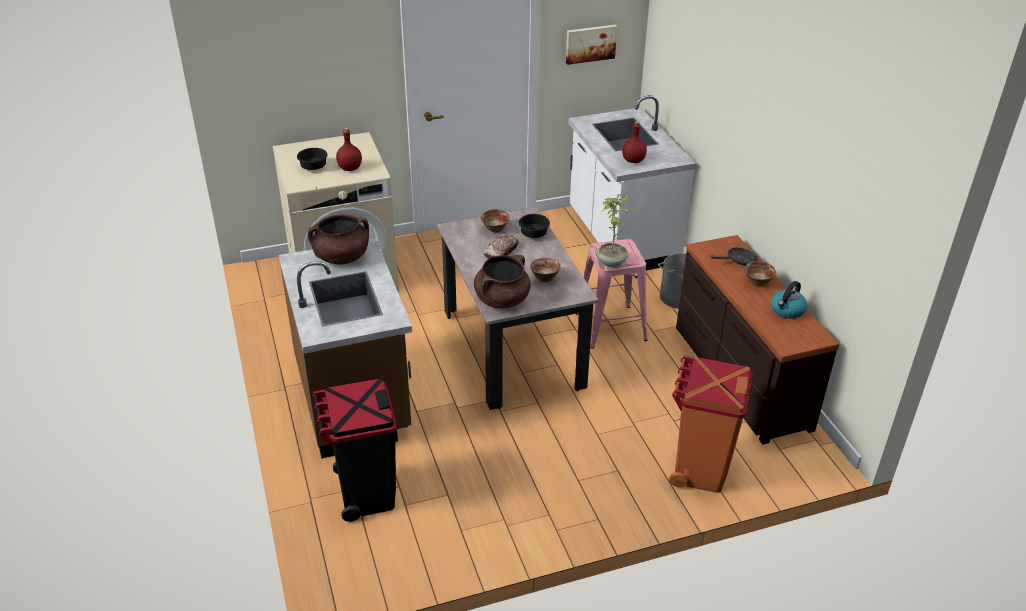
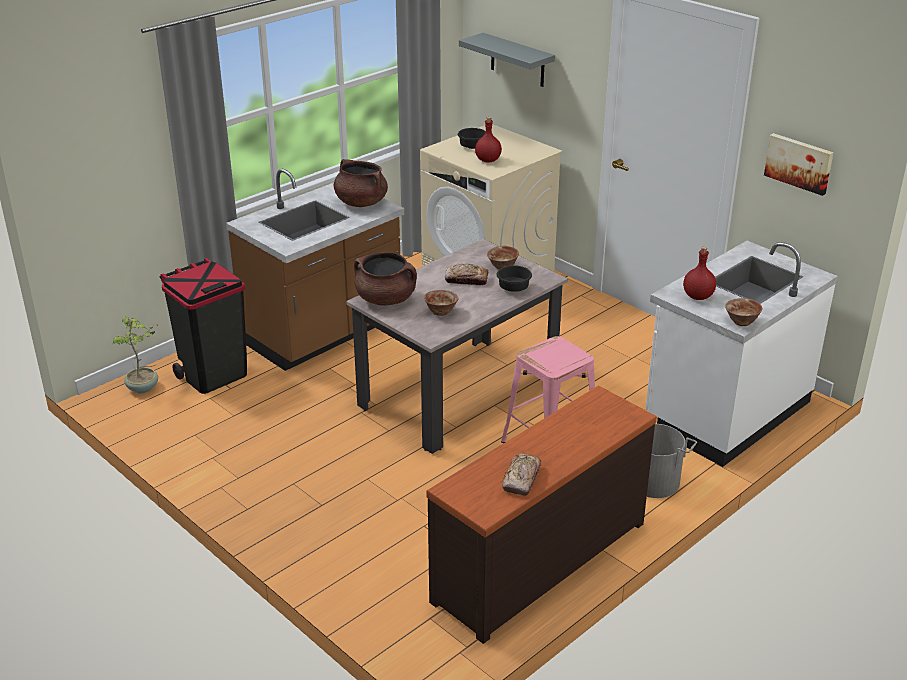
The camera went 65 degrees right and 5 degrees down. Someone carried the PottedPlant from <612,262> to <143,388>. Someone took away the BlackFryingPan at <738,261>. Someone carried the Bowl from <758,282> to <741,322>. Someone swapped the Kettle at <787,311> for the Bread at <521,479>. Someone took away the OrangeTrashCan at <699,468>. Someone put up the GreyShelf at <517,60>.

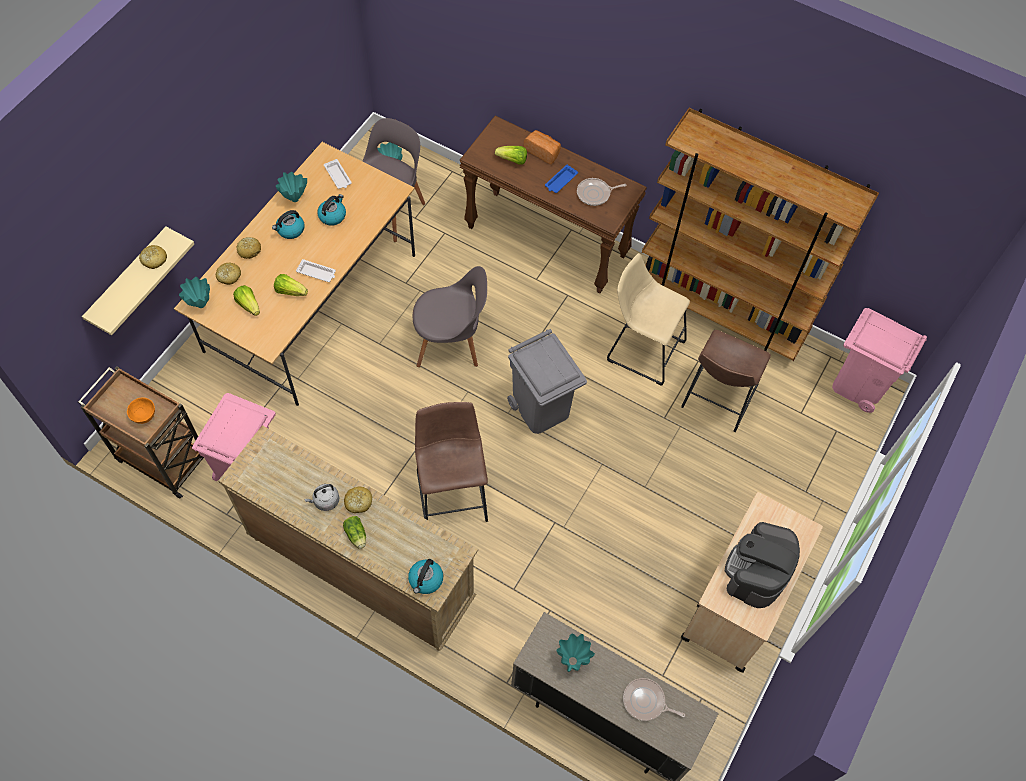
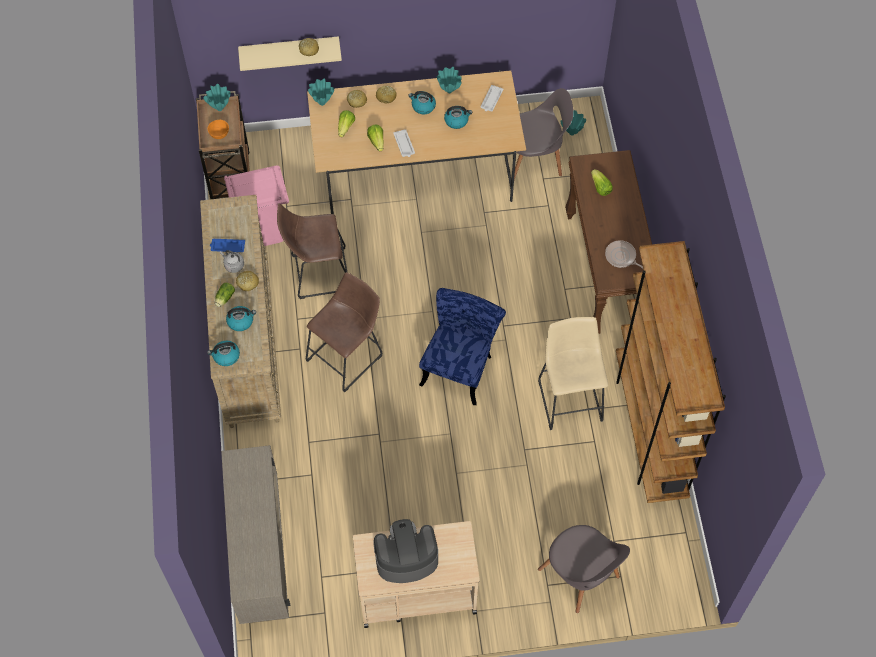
The camera went 55 degrees right and 0 degrees up. Someone took away the Bread at <543,151>. Someone carried the BlueTray from <560,181> to <227,247>. Someone carried the GreyChair from <451,342> to <580,576>. Someone took away the PinkTrashCan at <858,385>. Someone swapped the GreyTrashCan at <541,408> for the BlueChair at <460,365>. Someone carried the BrownStool from <716,400> to <317,273>. Someone carried the TurquoiseVase from <573,660> to <220,108>. Someone took away the FryingPan at <646,702>. Someone put down the Kettle at <241,321>.

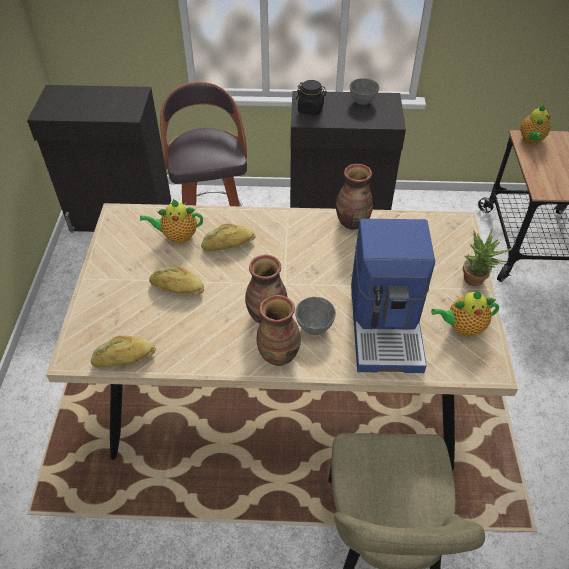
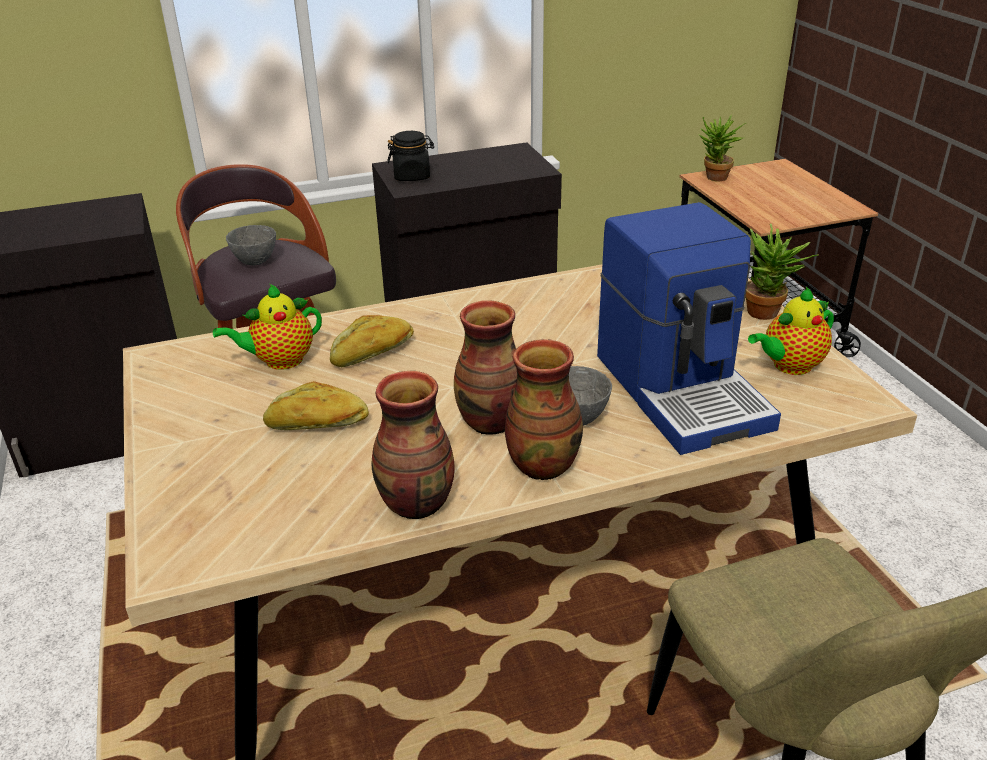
The camera went 20 degrees left and 15 degrees down. Someone carried the GreyBowl from <362,101> to <254,261>. Someone swapped the Teapot at <531,140> for the PottedPlant at <714,179>. Someone carried the Vase from <353,222> to <418,504>. Someone took away the Bread at <124,359>.

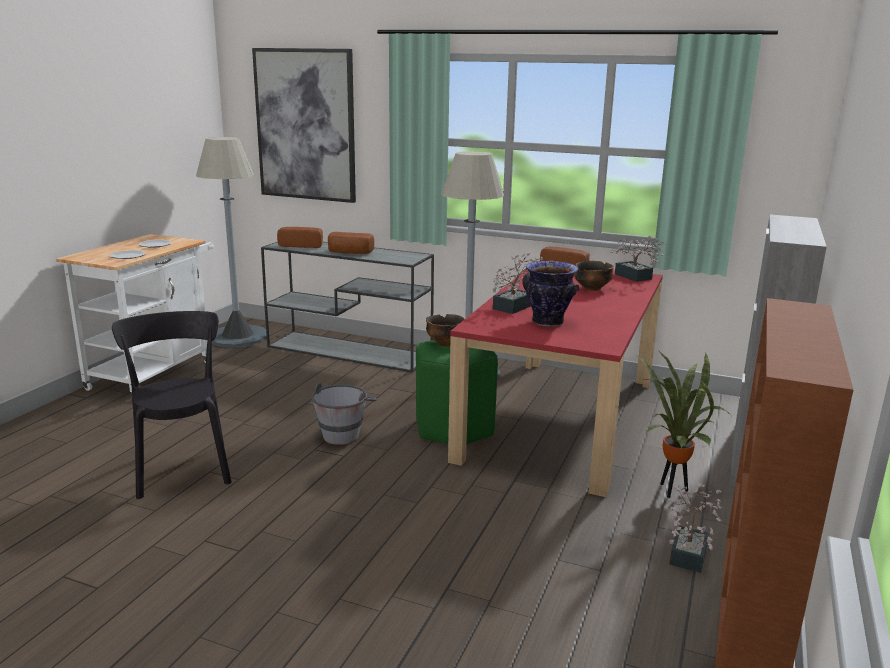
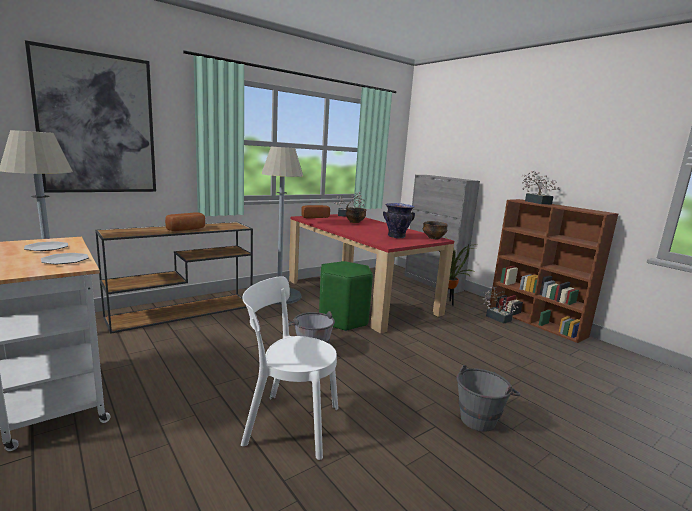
The camera went 60 degrees left and 5 degrees down. Someone took away the Bread at <302,245>. Someone repainted the GreyConsoleTable at <350,351>, which became the BrownConsoleTable at <183,311>. Someone carried the PottedPlant from <516,306> to <536,202>. Someone repainted the BlackChair at <182,467>, which became the WhiteChair at <288,424>. Someone carried the Bowl from <445,343> to <433,238>. Someone put down the GreyBucket at <481,417>.

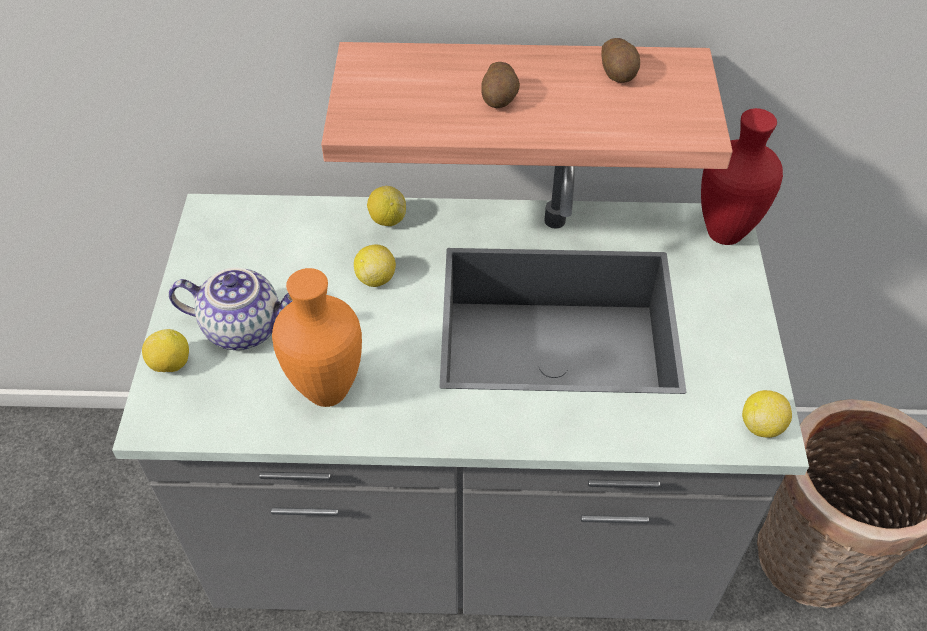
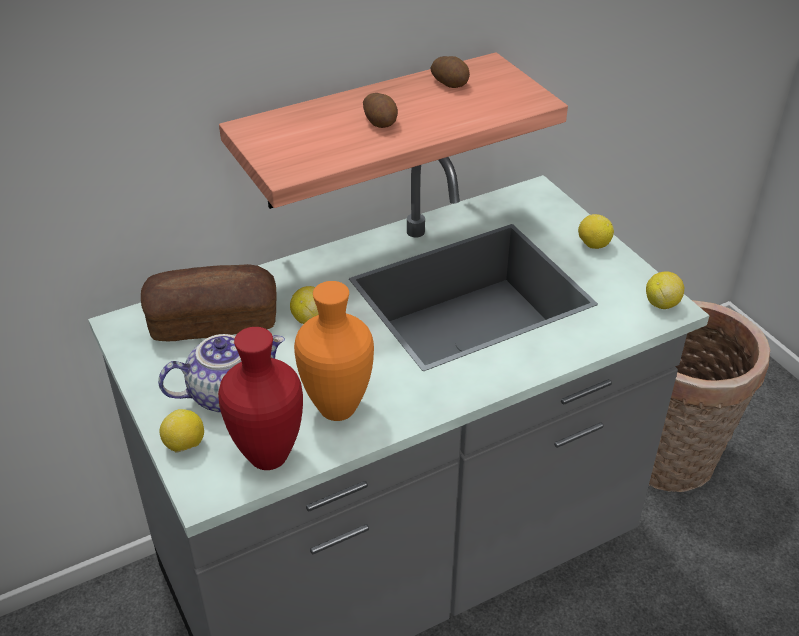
The camera went 30 degrees left and 10 degrees down. Someone carried the RedVase from <726,233> to <270,455>. Someone carried the Lemon from <387,219> to <593,245>. Someone put down the Bread at <213,322>.

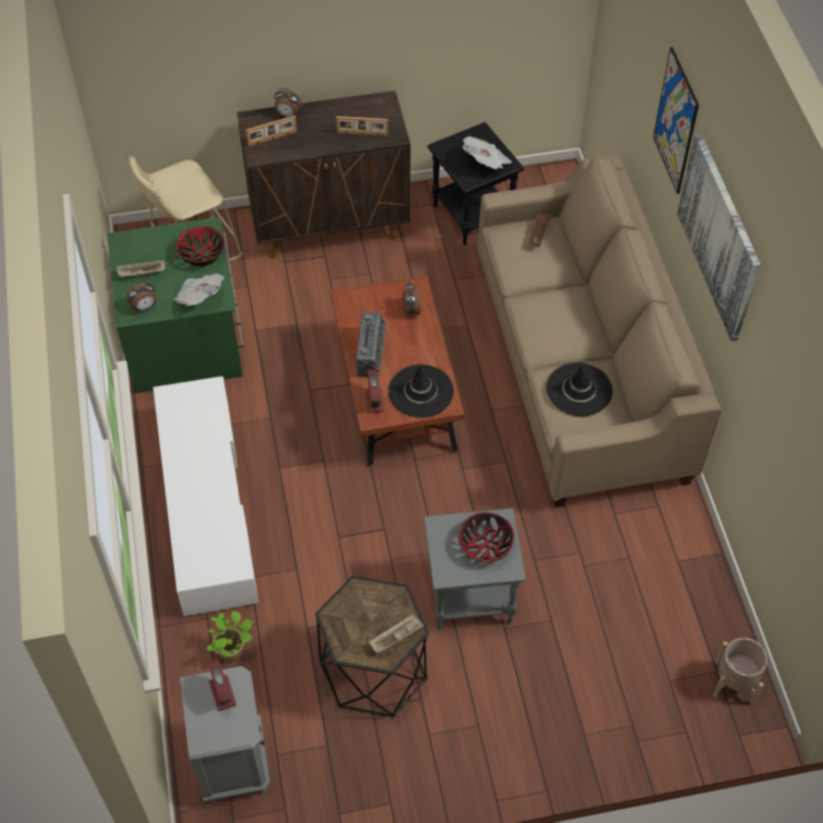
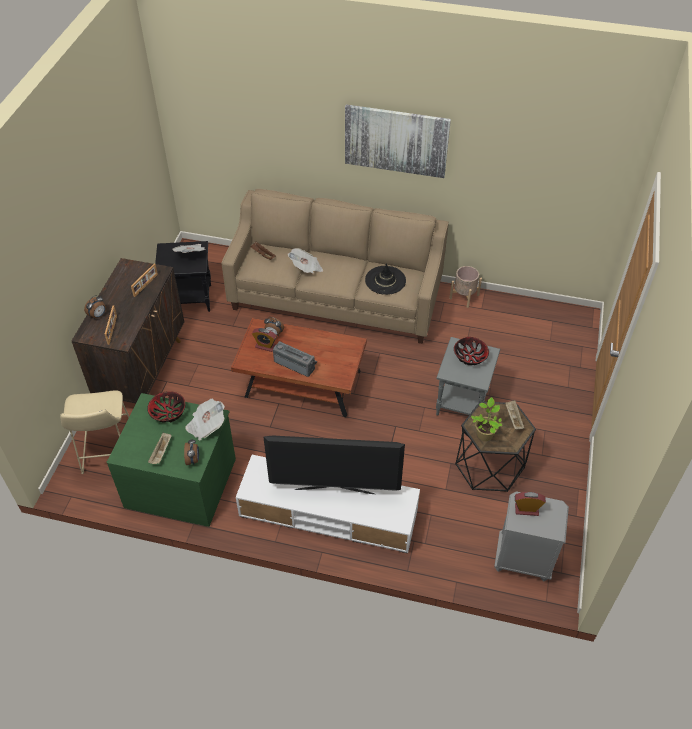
The camera went 65 degrees left and 5 degrees down. Someone took away the Picture at <676,121>. Someone took away the BlackHat at <421,391>. Someone carried the AlarmClock from <374,400> to <265,346>. Someone carried the PottedPlant from <232,651> to <484,433>. Someone carried the BeigePlanter from <734,682> to <464,296>. Someone put down the Newspaper at <306,268>. Someone put down the Television at <334,490>.

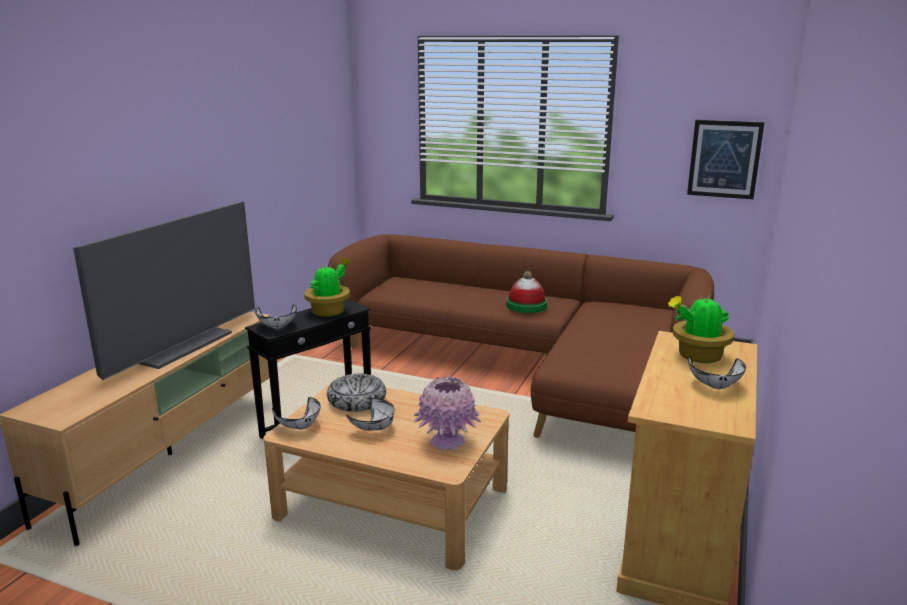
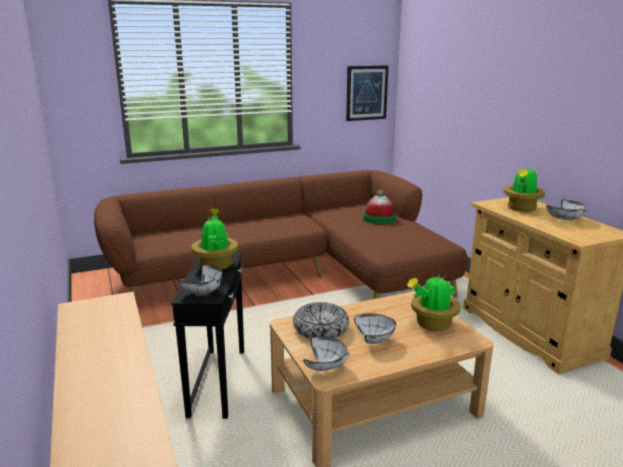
The camera went 45 degrees left and 0 degrees up. Someone took away the Television at <180,345>. Someone carried the Hat from <526,305> to <379,218>. Someone swapped the PinkVase at <447,441> for the PottedPlant at <432,324>.

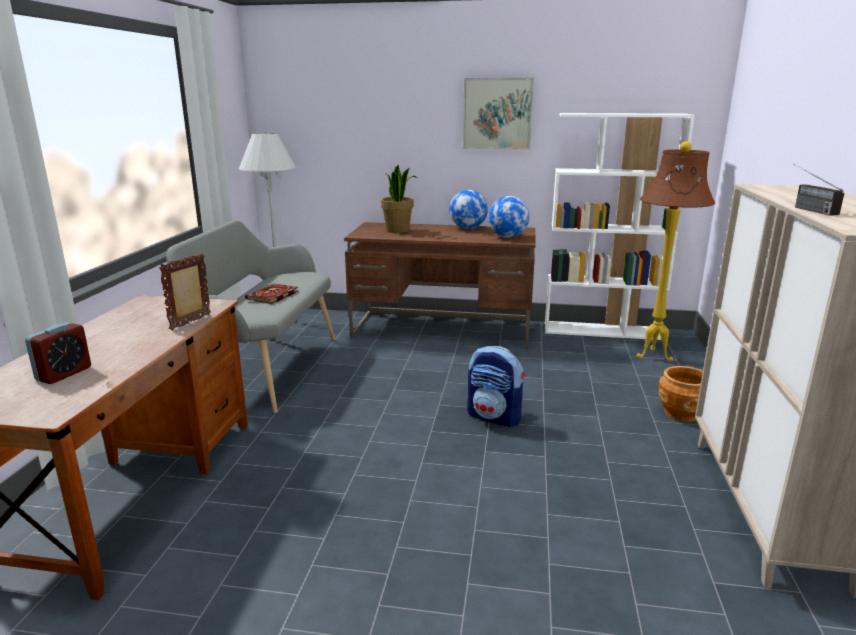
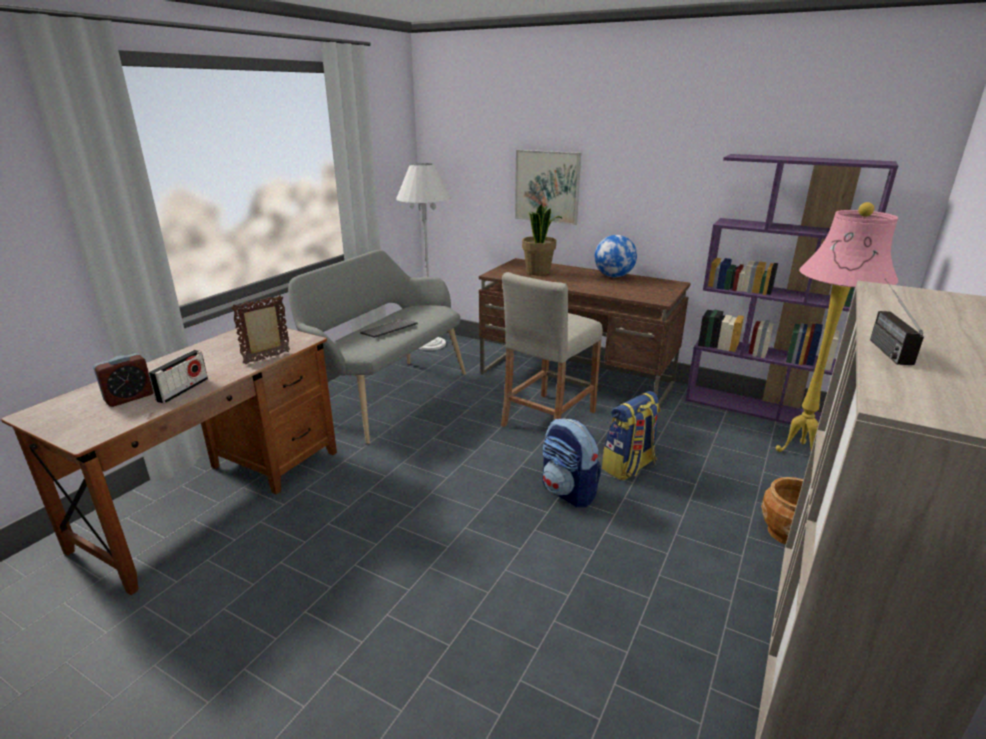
The camera went 20 degrees right and 5 degrees up. Someone carried the Picture from <497,114> to <547,186>. Someone repainted the WhiteBookcase at <602,330>, which became the PurpleBookcase at <754,407>. Someone repainted the BrownFloorLamp at <655,357>, which became the PinkFloorLamp at <800,452>. Someone took away the Globe at <508,237>. Someone swapped the Book at <272,296> for the Keyboard at <389,330>. Someone put down the BeigeStool at <548,418>. Someone put down the Radio at <183,390>. Someone put down the Backpack at <629,467>.

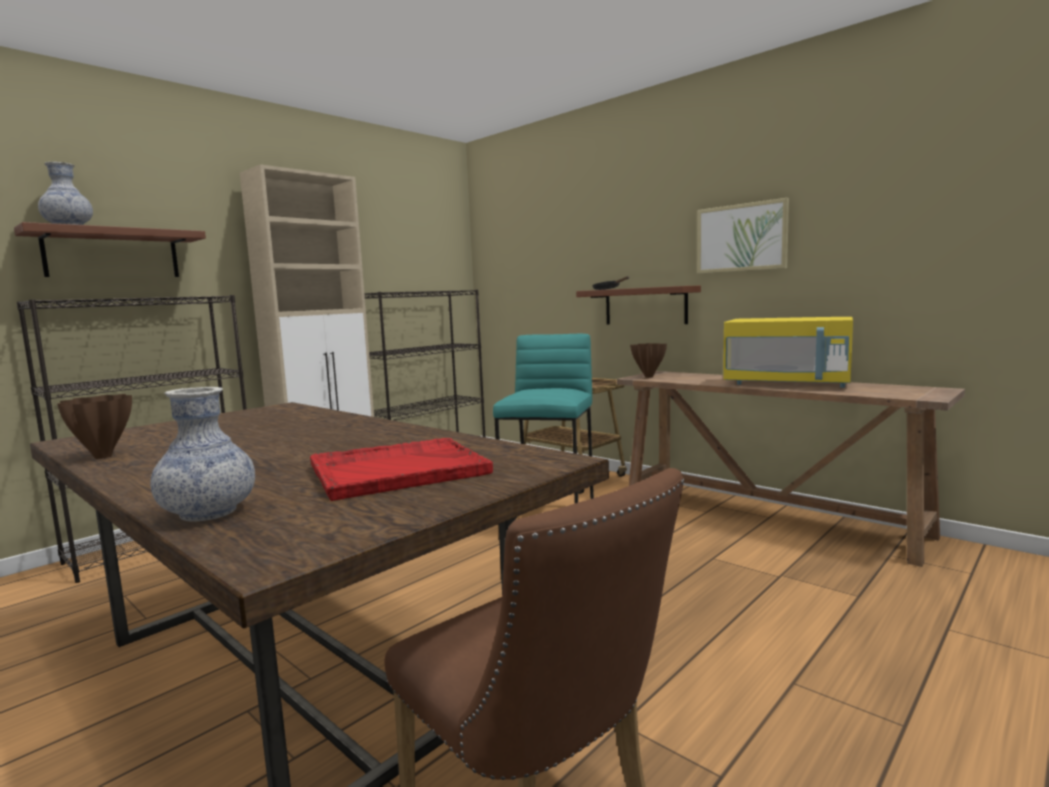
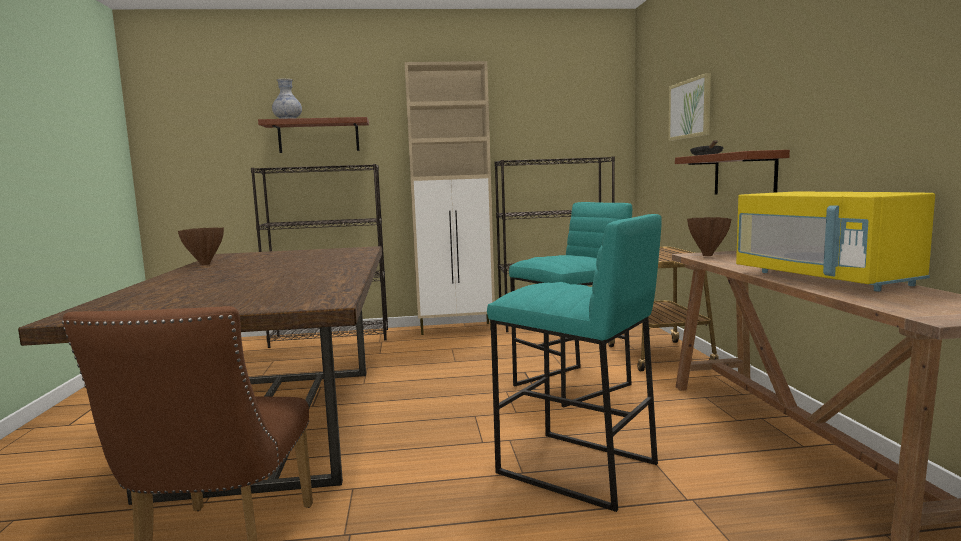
The camera went 40 degrees right and 0 degrees up. Someone carried the Picture from <741,238> to <690,109>. Someone took away the Vase at <208,513>. Someone took away the RedTray at <397,470>. Someone put down the TurquoiseStool at <576,468>.

